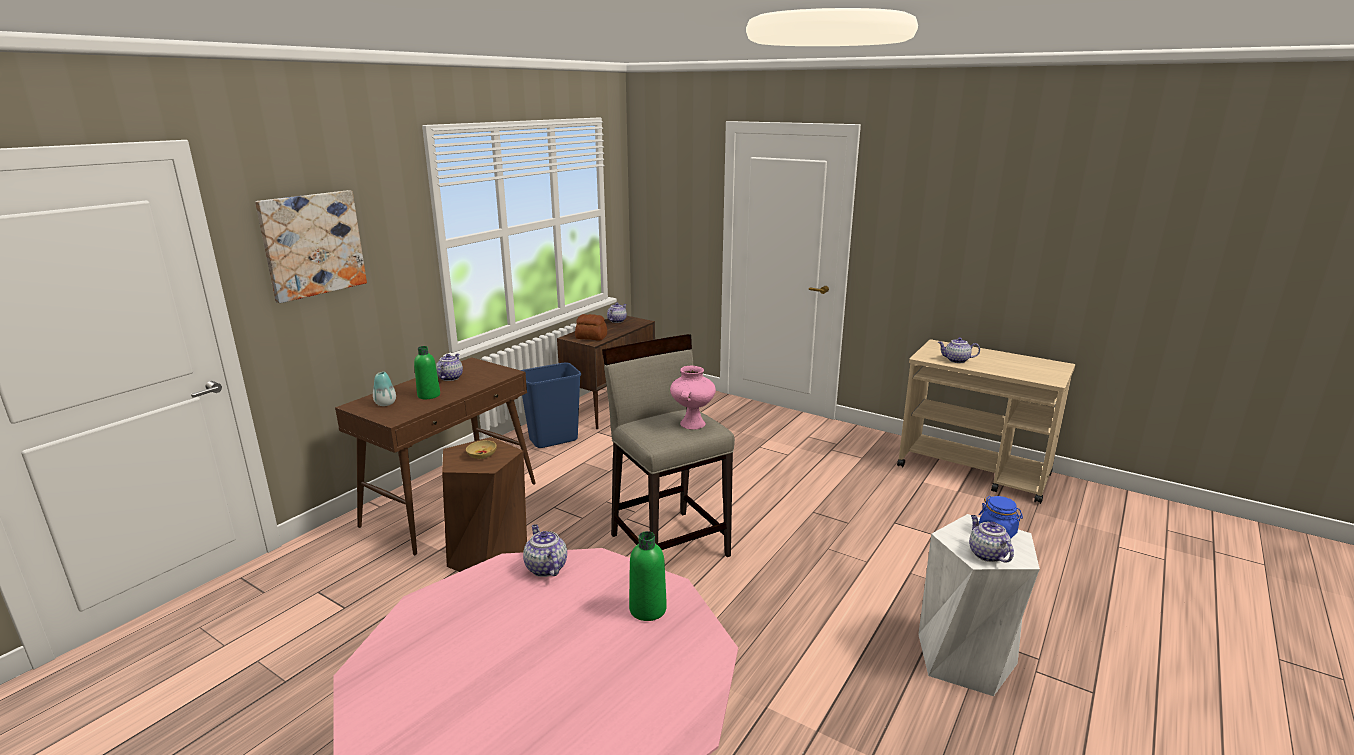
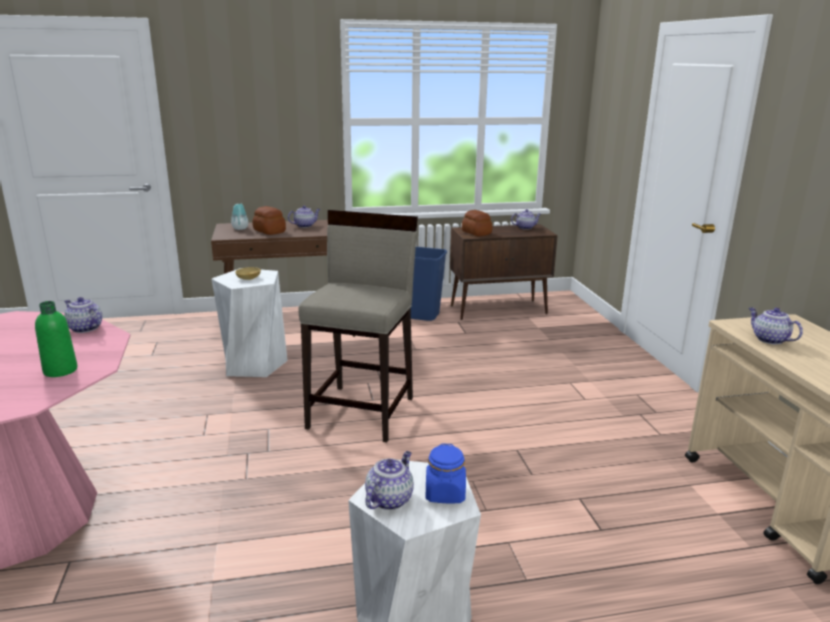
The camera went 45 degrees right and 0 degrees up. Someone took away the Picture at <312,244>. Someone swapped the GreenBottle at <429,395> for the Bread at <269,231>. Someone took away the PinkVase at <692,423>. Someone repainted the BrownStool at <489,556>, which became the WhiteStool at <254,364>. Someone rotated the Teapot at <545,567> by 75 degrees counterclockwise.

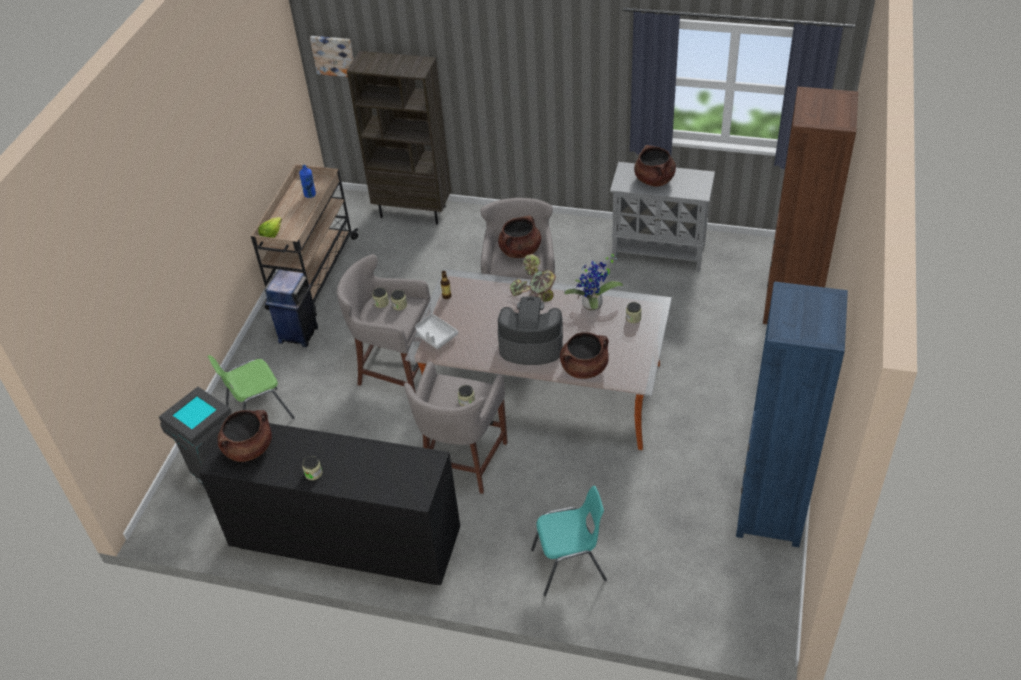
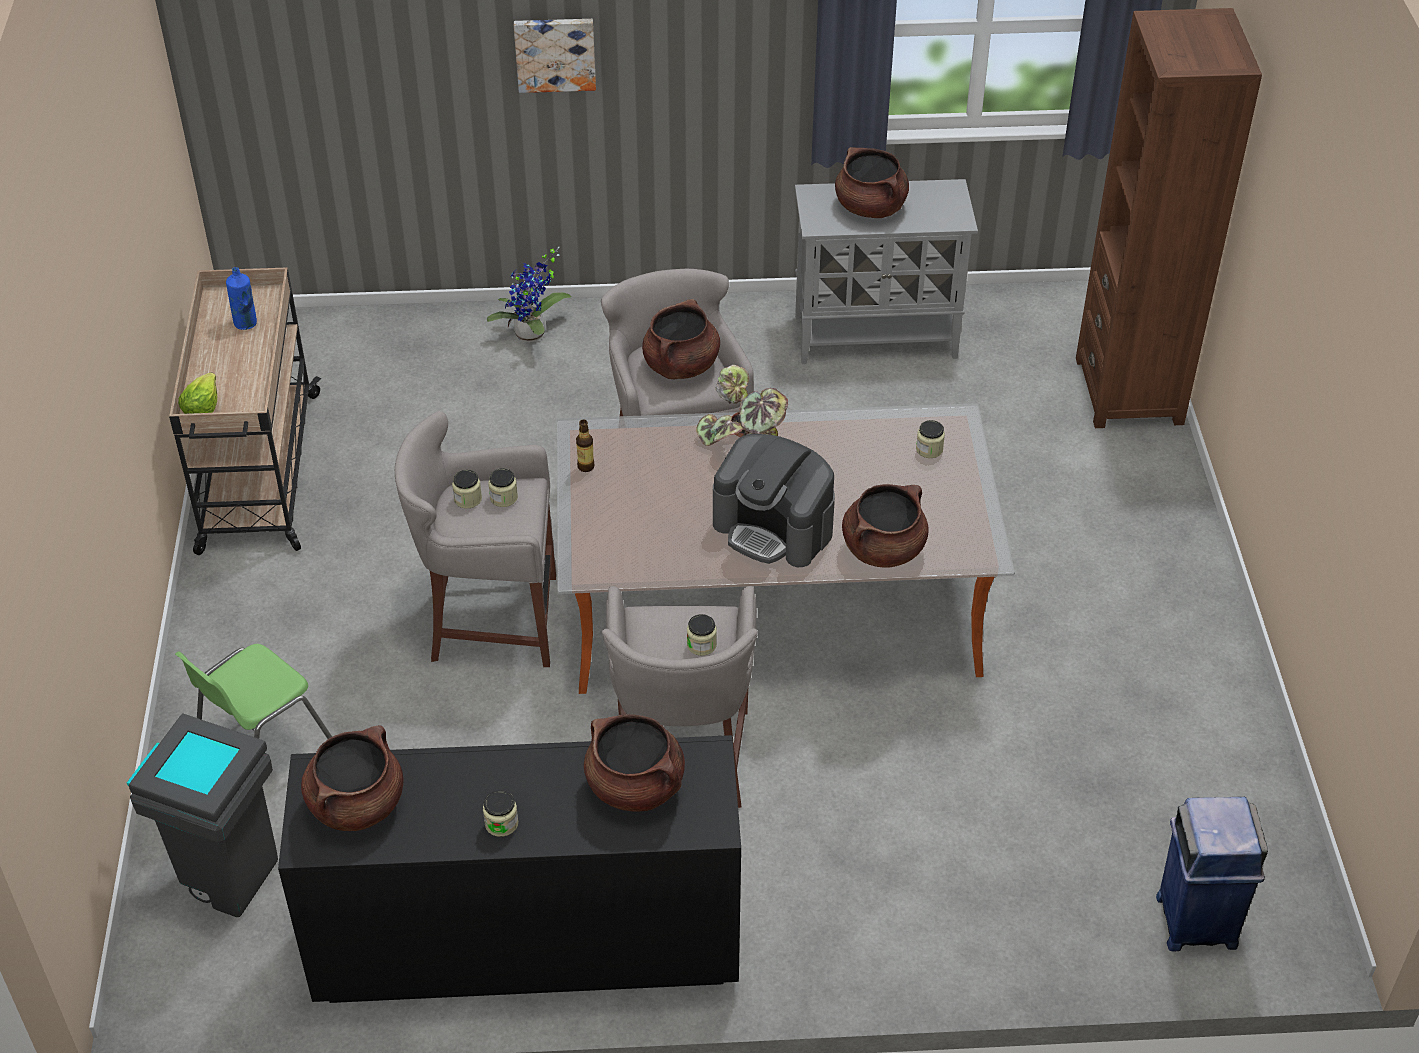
The camera went 20 degrees left and 0 degrees up. Someone carried the Picture from <334,55> to <555,53>. Someone took away the BrownBookcase at <414,211>. Someone carried the PottedPlant from <593,307> to <532,336>. Someone carried the BlueTrashCan from <299,334> to <1196,919>. Someone took away the BlueBookcase at <770,512>. Someone rotated the CoffeeMachine at <530,346> by 135 degrees counterclockwise. Someone took away the GreyTray at <435,335>. Someone took away the TurquoiseChair at <569,566>. Someone put down the BrownCookingPot at <636,786>.

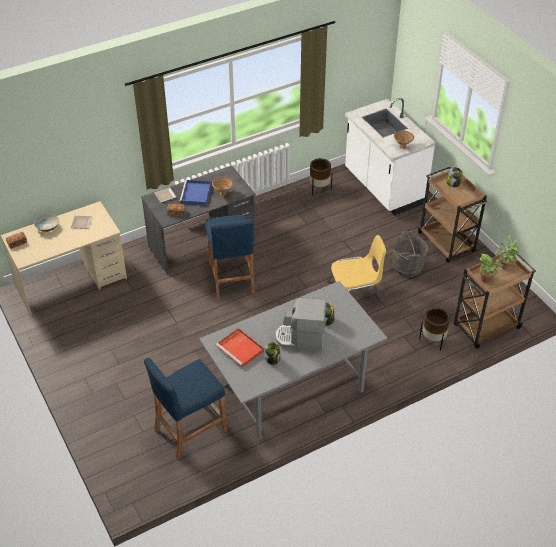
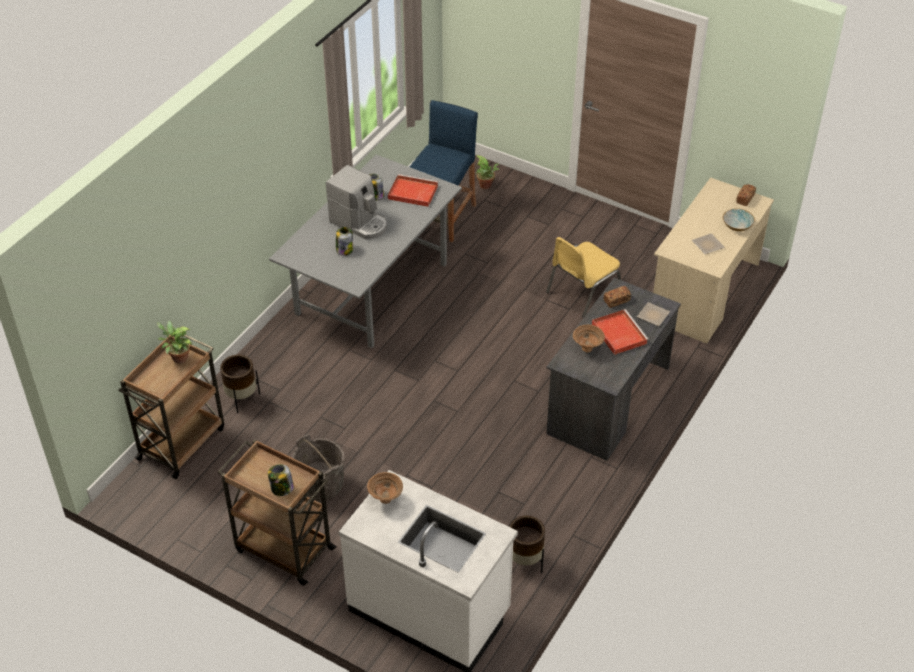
The camera went 150 degrees right and 0 degrees up. Someone repainted the BlueTray at <196,194>, which became the RedTray at <618,333>. Someone took away the BlueStool at <231,278>. Someone carried the YellowChair from <355,292> to <582,292>. Someone carried the PottedPlant from <505,265> to <486,186>. Someone rotated the CoffeeMachine at <300,338> by 60 degrees clockwise.

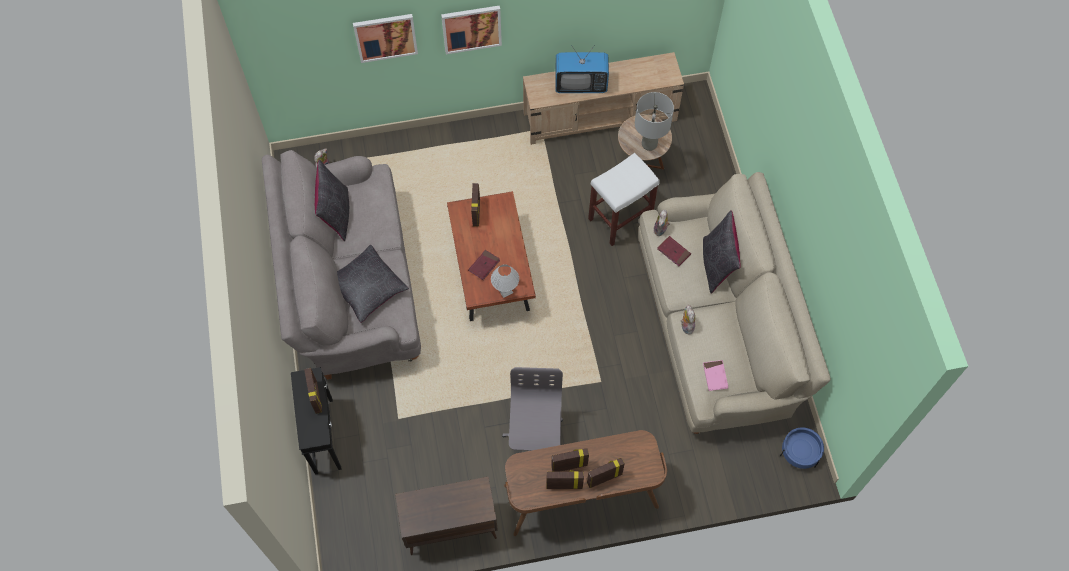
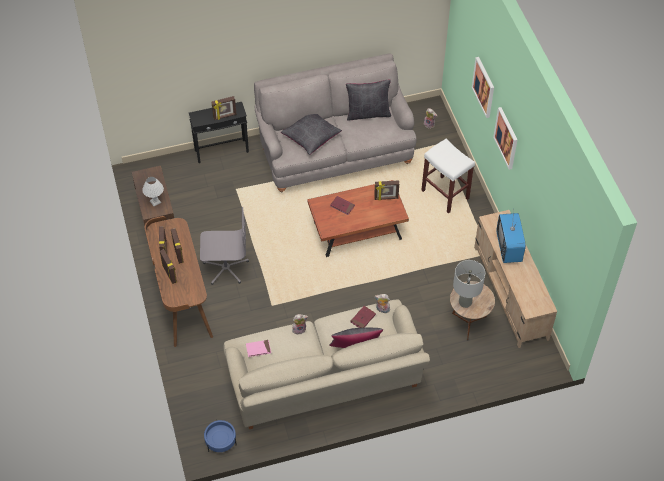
The camera went 85 degrees right and 10 degrees down. Someone carried the WhiteStool from <620,218> to <445,194>. Someone carried the WhiteTableLamp from <505,290> to <155,202>.

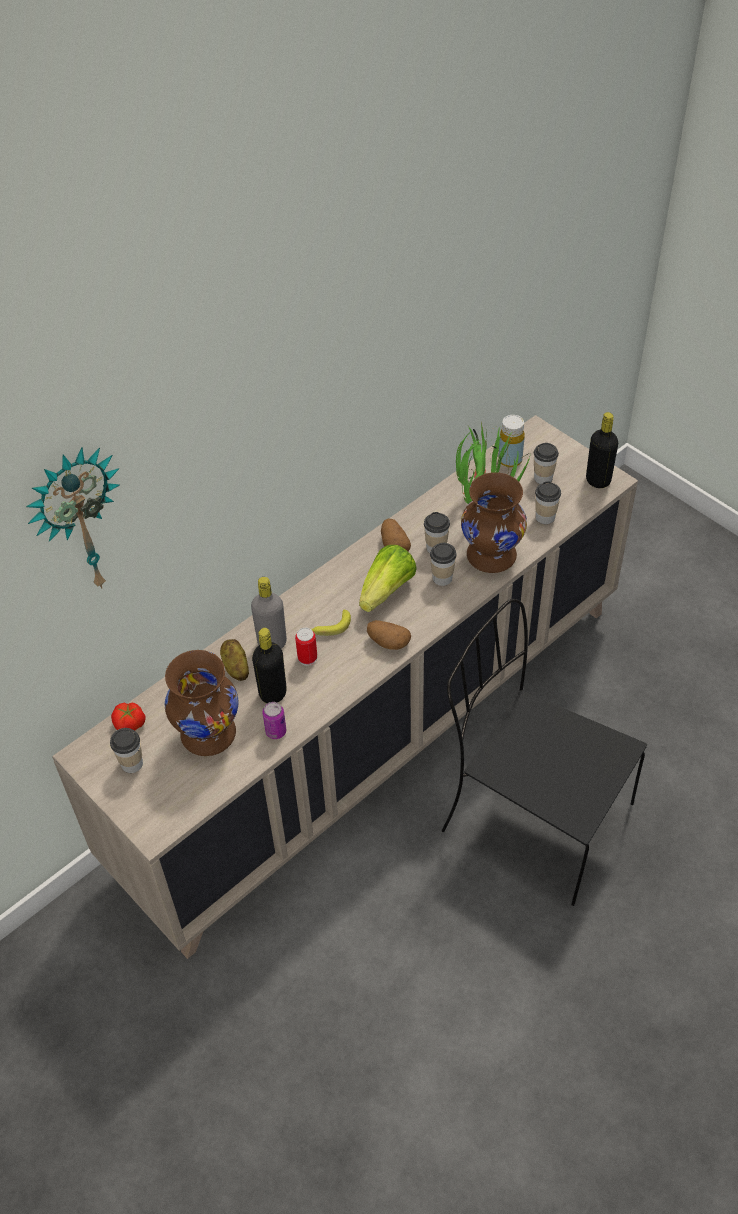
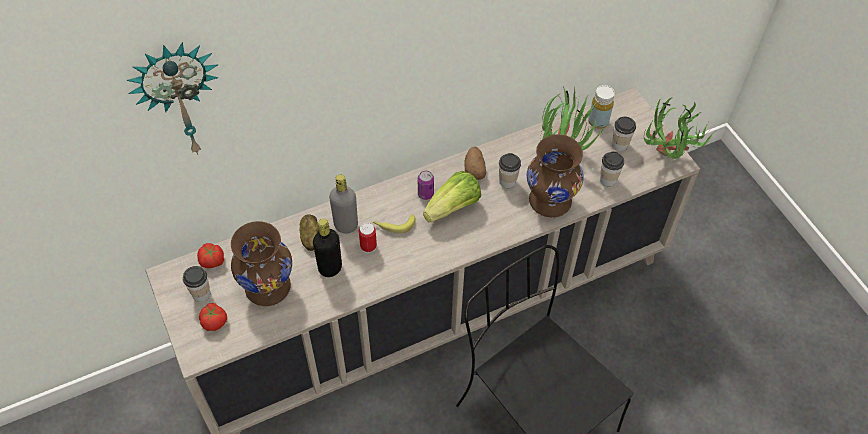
The camera went 15 degrees right and 5 degrees up. Someone swapped the BlackBottle at <598,480> for the PottedPlant at <665,159>. Someone took away the Cup at <442,578>. Someone took away the Potato at <388,642>. Someone carried the Can from <276,731> to <425,194>. Someone put down the Tomato at <214,321>.

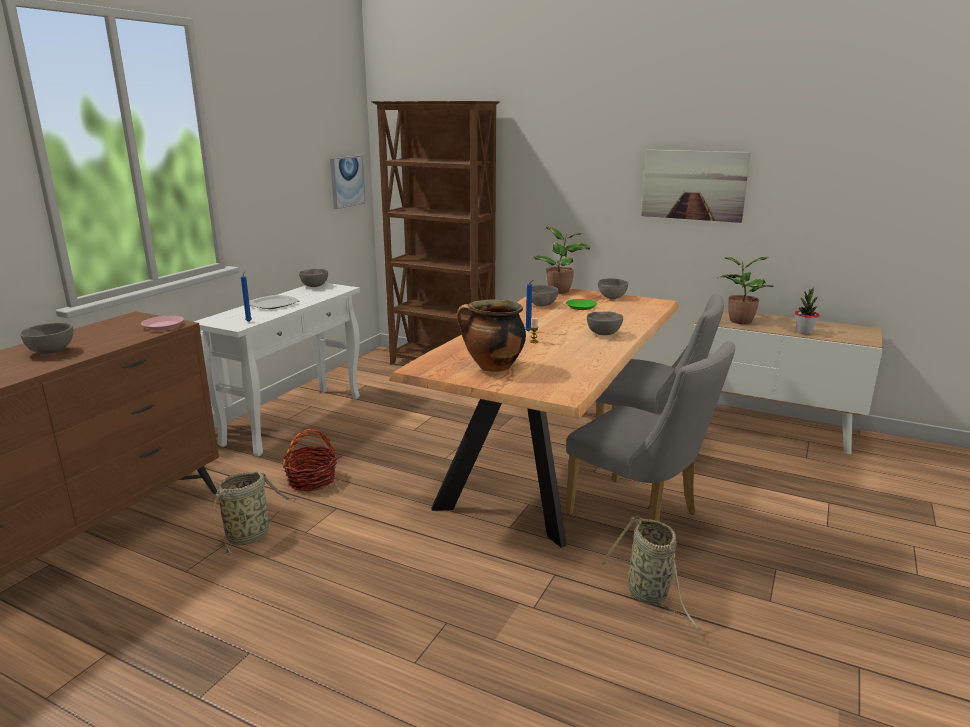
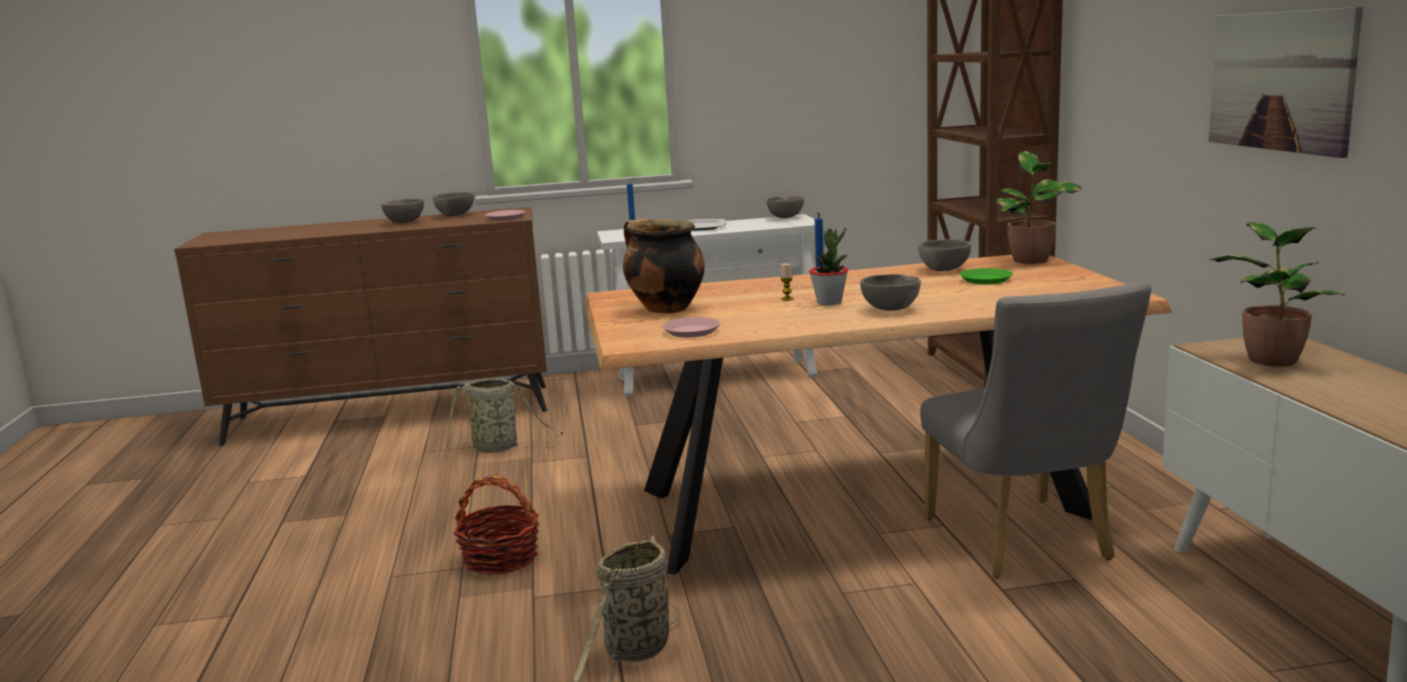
The camera went 55 degrees right and 5 degrees down. Someone took away the Picture at <347,181>. Someone carried the GreyBowl from <611,297> to <455,215>. Someone carried the PottedPlant from <804,332> to <829,302>. Someone took away the GreyChair at <640,516>. Someone carried the Basket from <311,480> to <501,559>. Someone put down the PinkPlate at <691,332>.

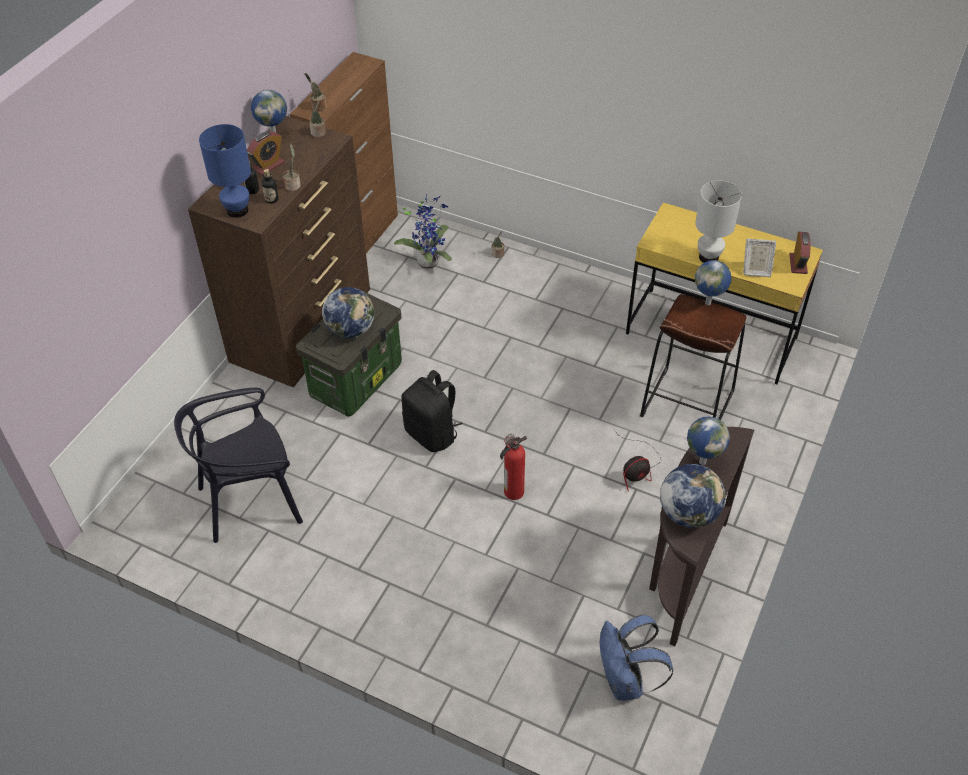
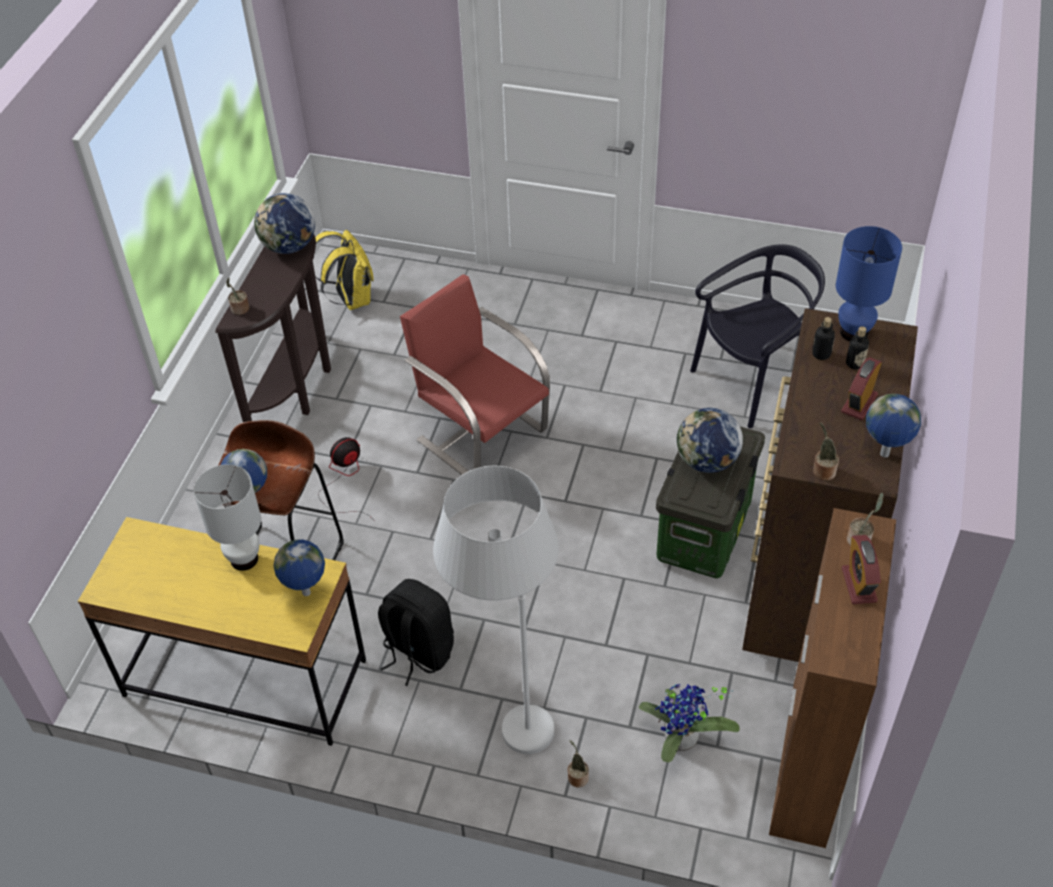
The camera went 170 degrees right and 0 degrees up. Someone carried the PottedPlant from <293,185> to <239,309>. Someone carried the AlarmClock from <798,264> to <859,585>. Someone took away the PictureFrame at <755,270>. Someone carried the BlackBackpack from <432,434> to <417,651>. Someone carried the Globe from <702,461> to <306,593>. Someone swapped the FireExtinguisher at <512,492> for the RedChair at <481,433>. Someone repainted the BlueBackpack at <626,681>, which became the YellowBackpack at <350,299>. Someone put down the WhiteFloorLamp at <507,712>.

